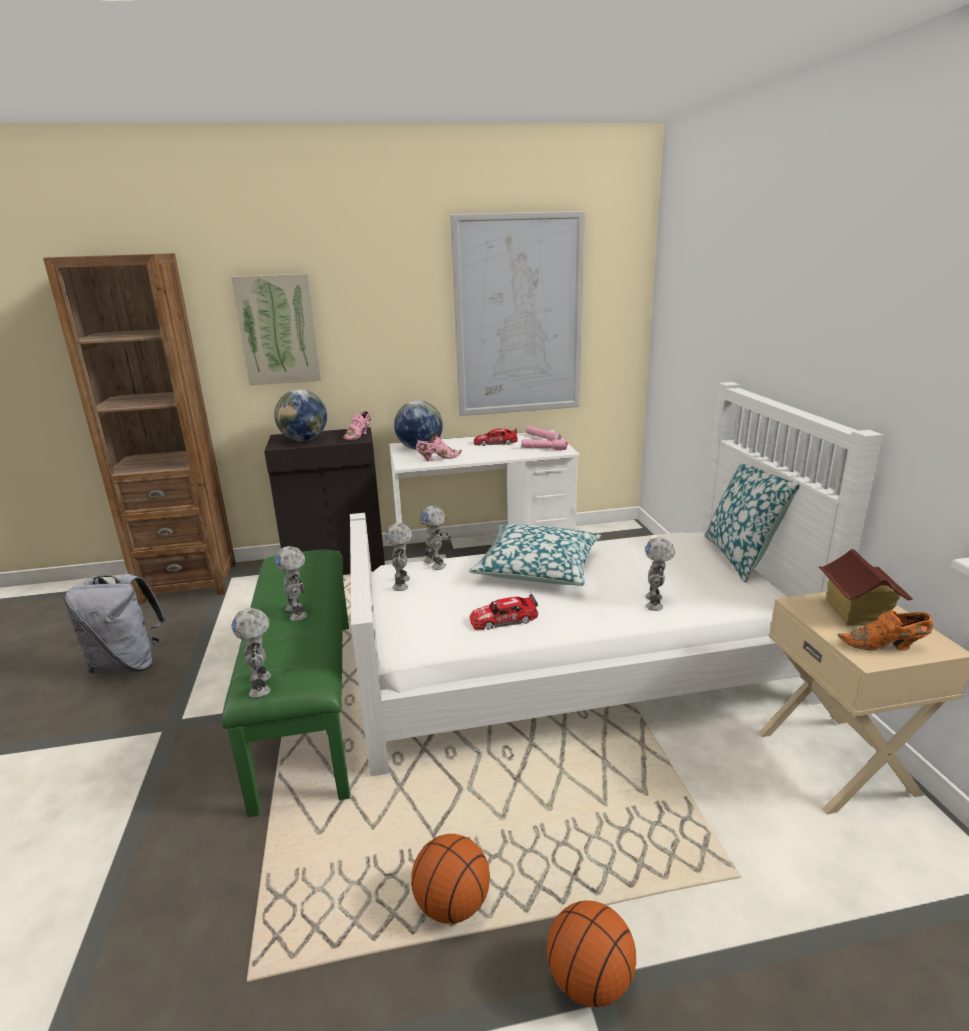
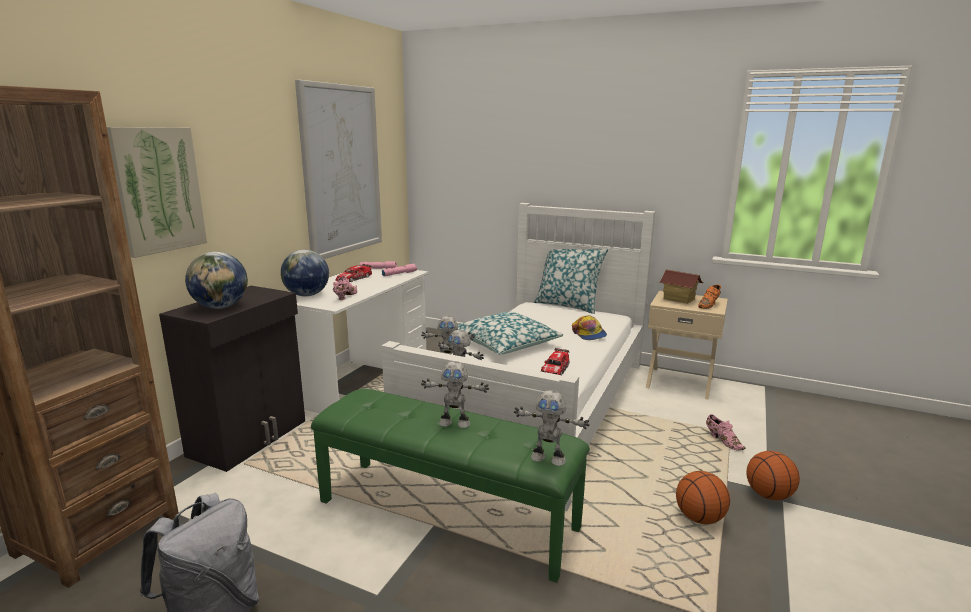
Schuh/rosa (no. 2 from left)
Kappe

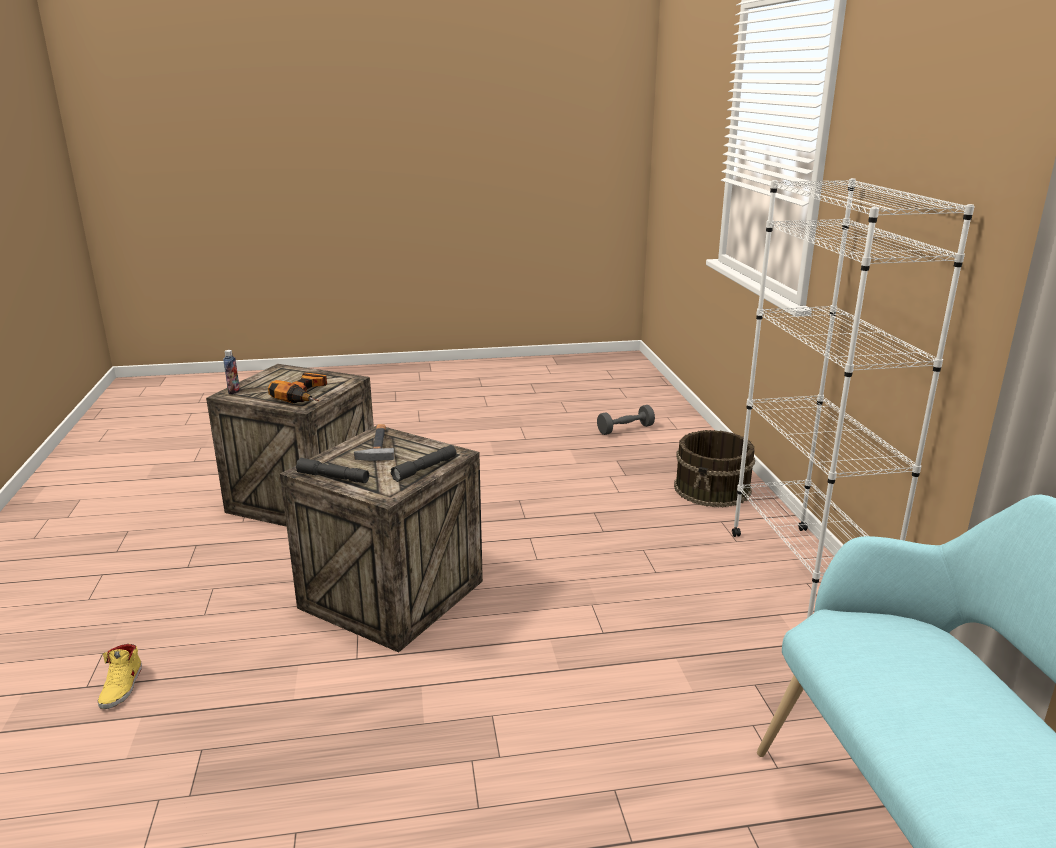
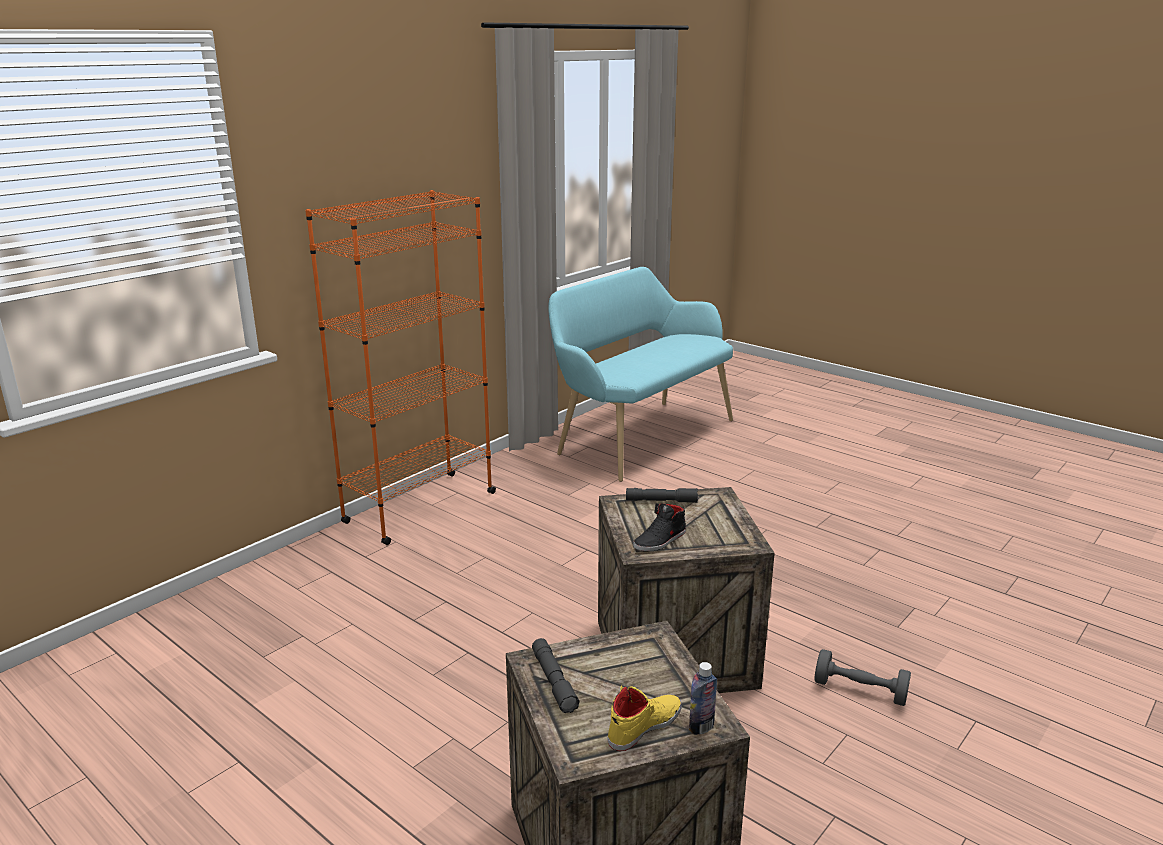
Bücherregal/orange
Bohrmaschine
Hantel/grau
Schuh/schwarz
Eimer/braun
Taschenlampe/grau (no. 1 from left)
Schuh/gelb

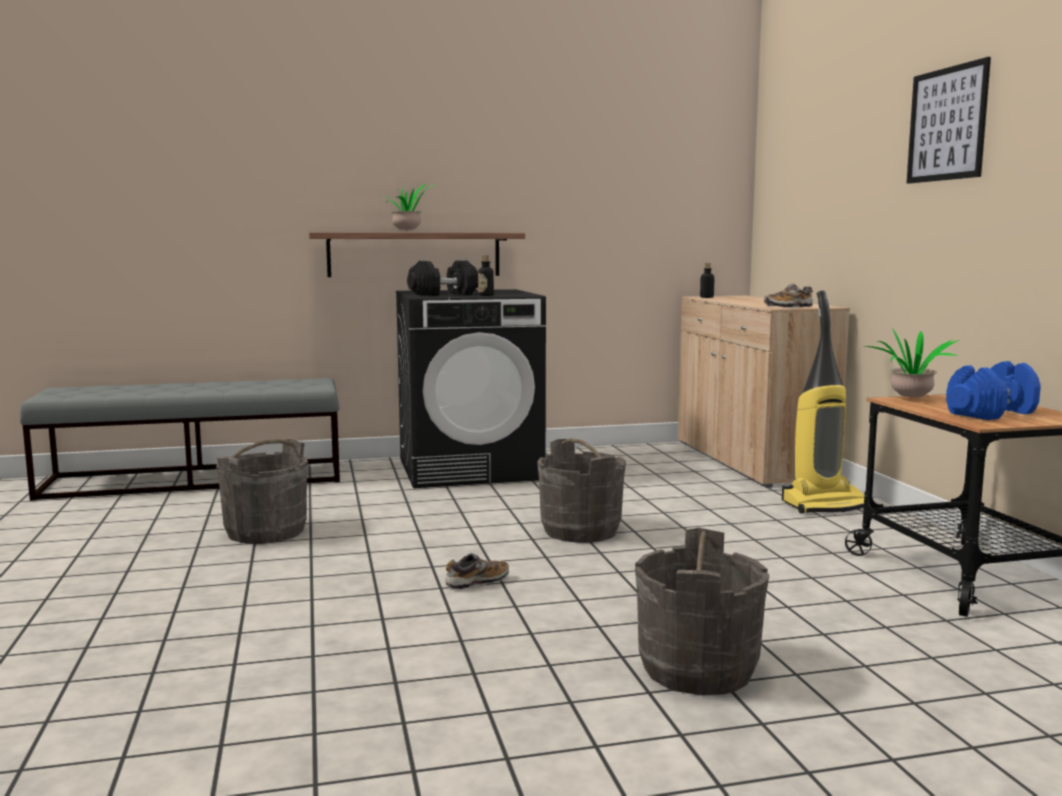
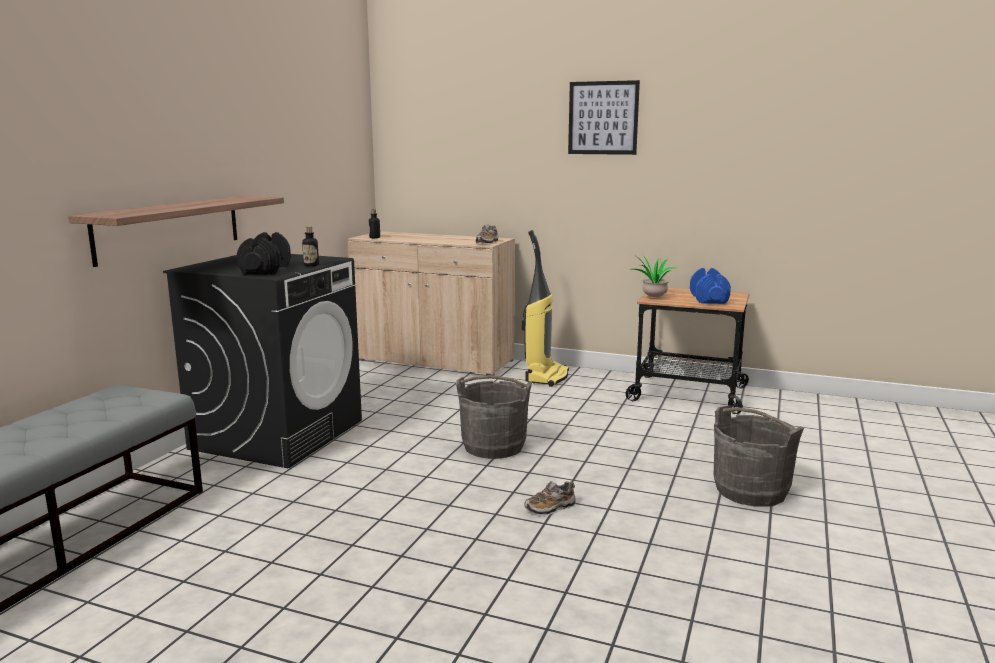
Topfpflanze (no. 1 from left in the first image)
Eimer/grau (no. 1 from left in the first image)
Schuh (no. 2 from left)

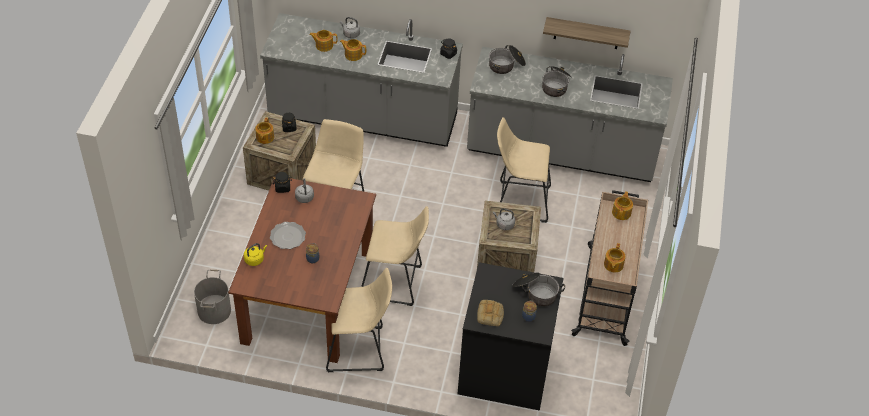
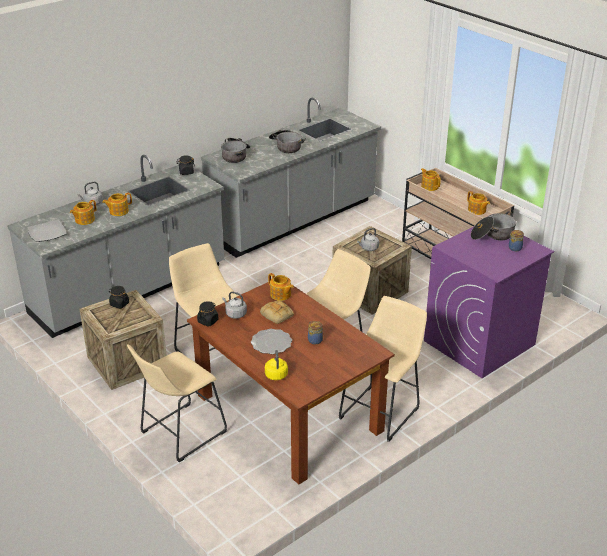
Wandregal
Teekanne (no. 3 from left)
Hocker/beige (no. 1 from left)
Waschmaschine/lila
Eimer/grau
Brot
Teller (no. 1 from left)

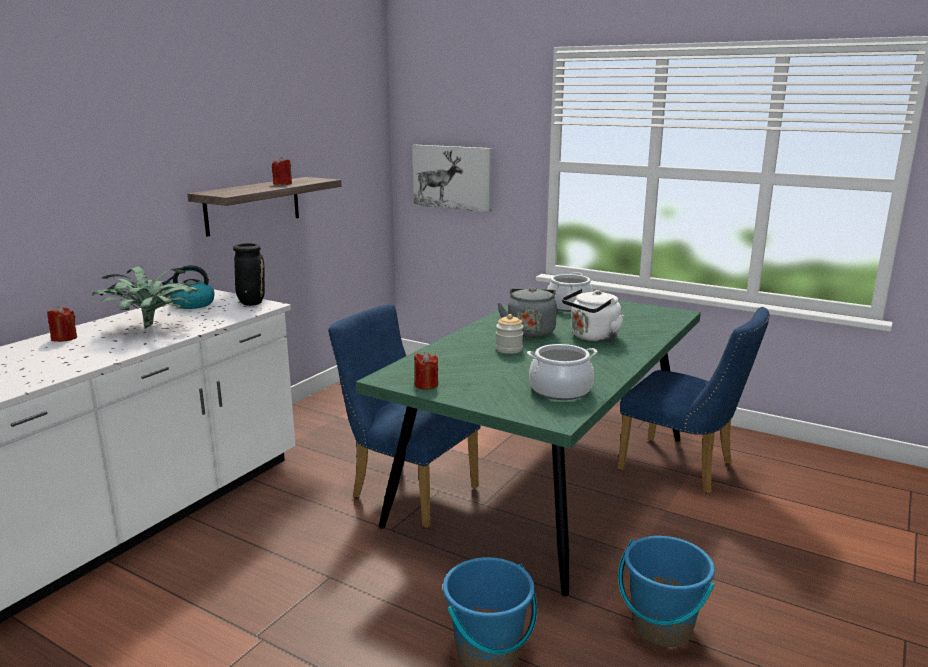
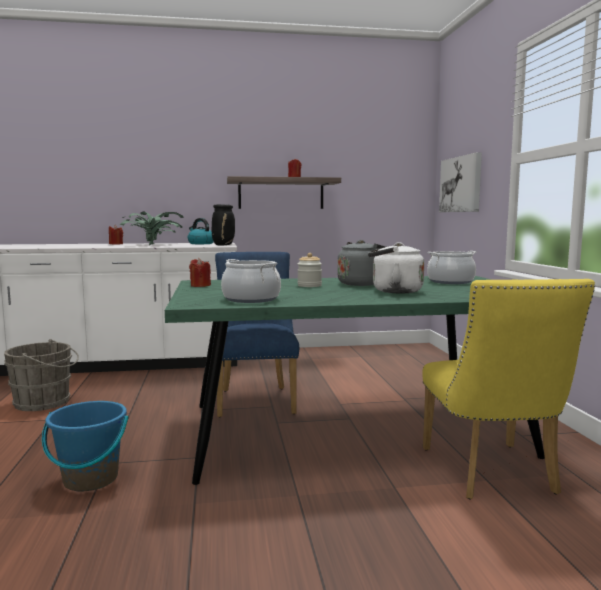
Stuhl/gelb
Eimer/blau (no. 2 from left in the first image)
Eimer/grau

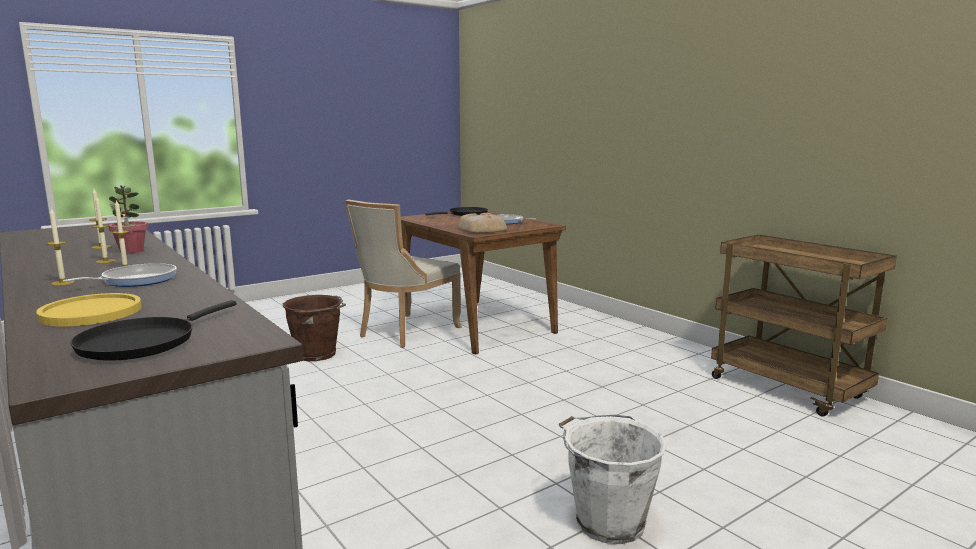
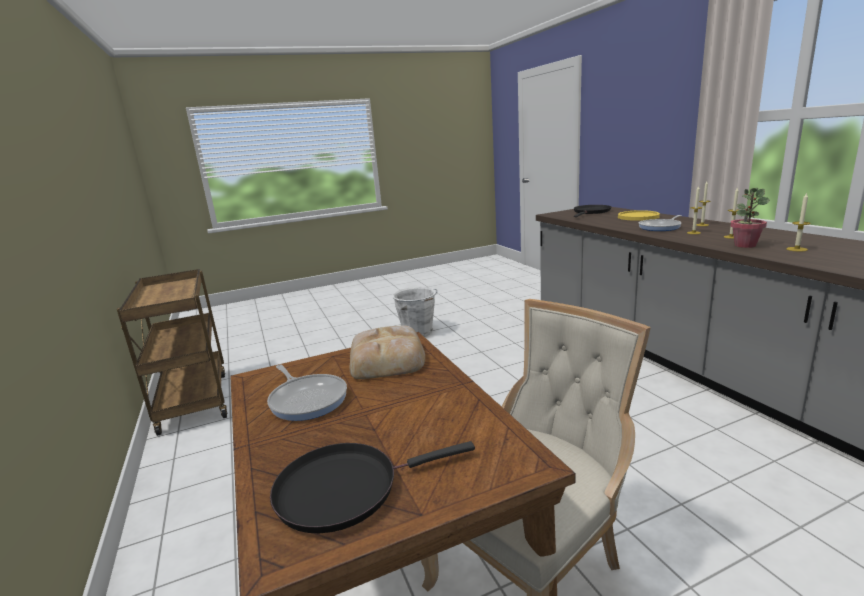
Eimer/braun

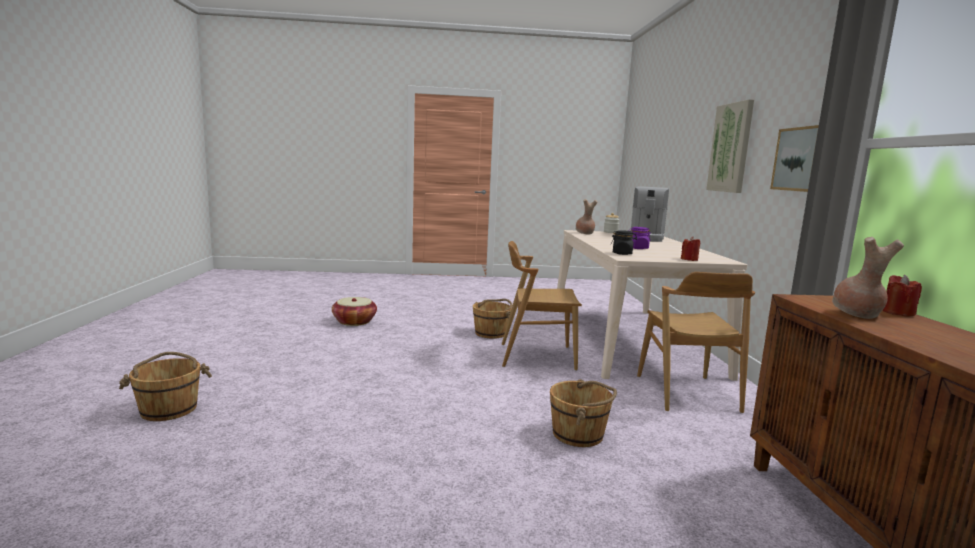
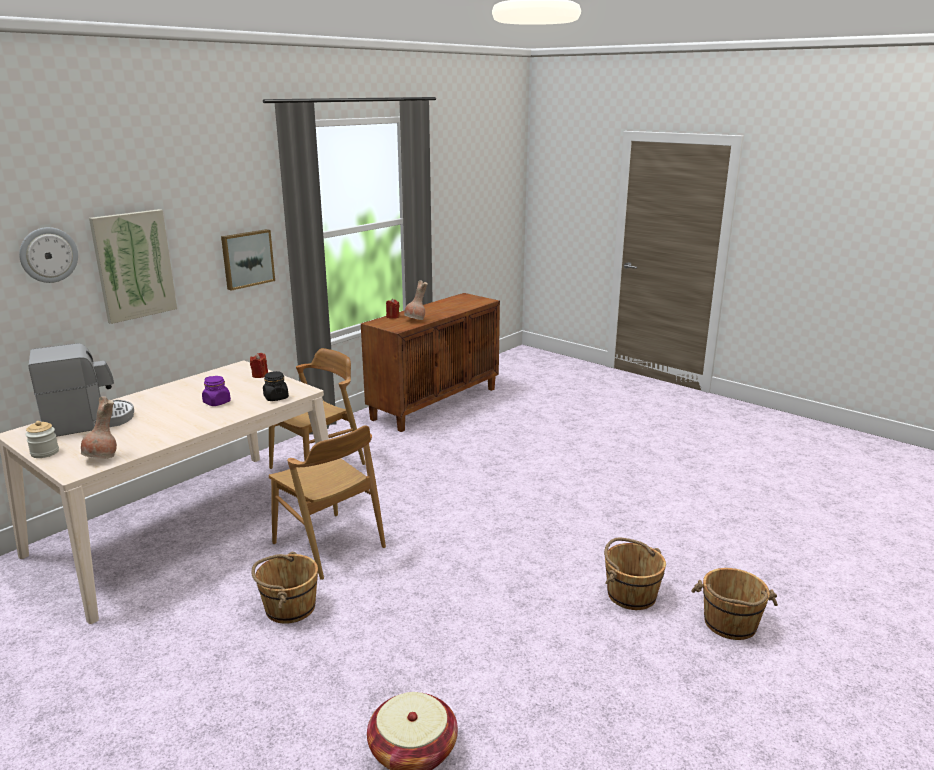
Eimer/braun (no. 2 from left)
Wanduhr

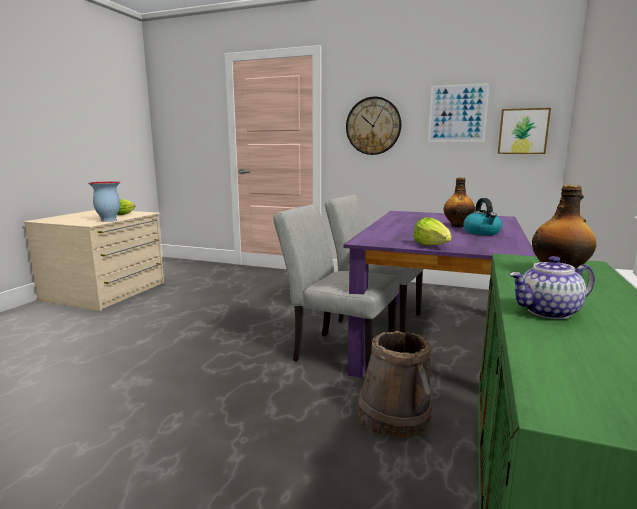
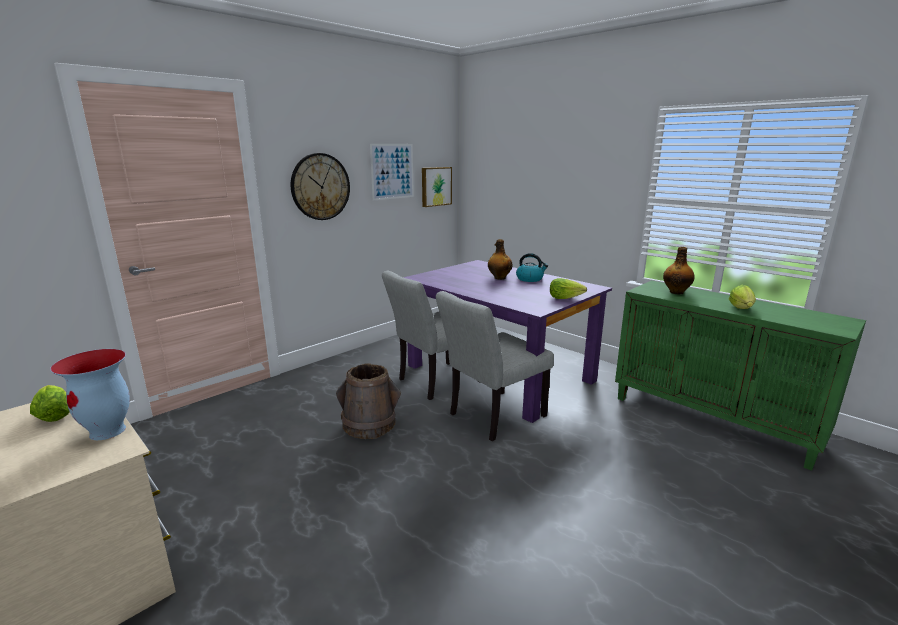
Salatkopf (no. 3 from left)
Eimer/braun

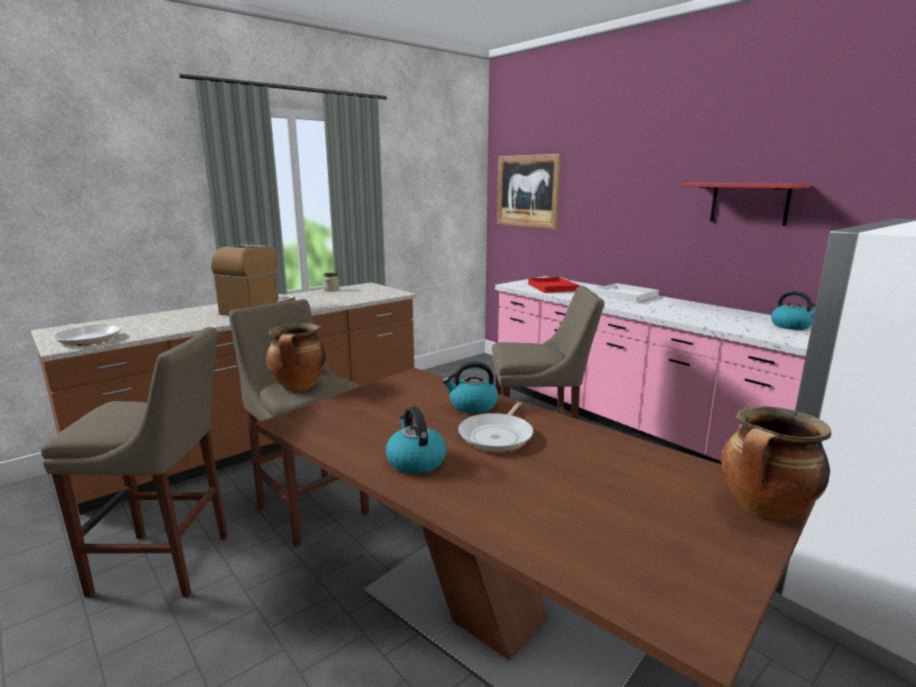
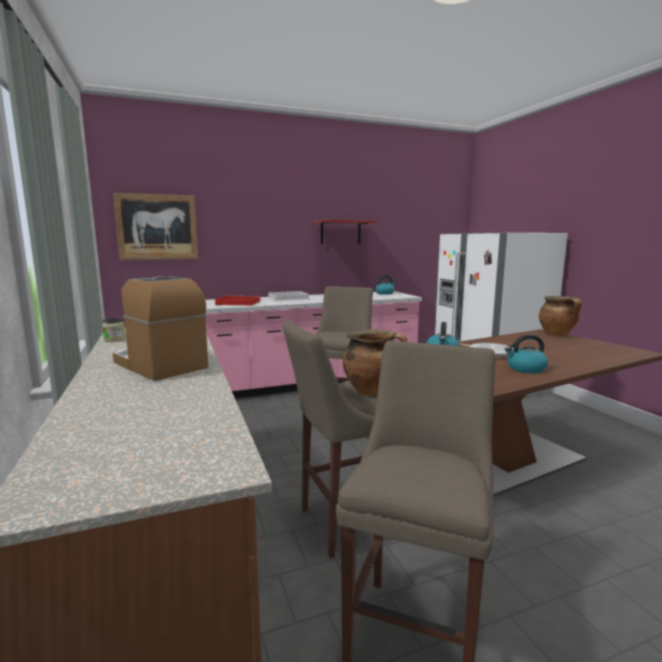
Pfanne (no. 1 from left in the first image)

